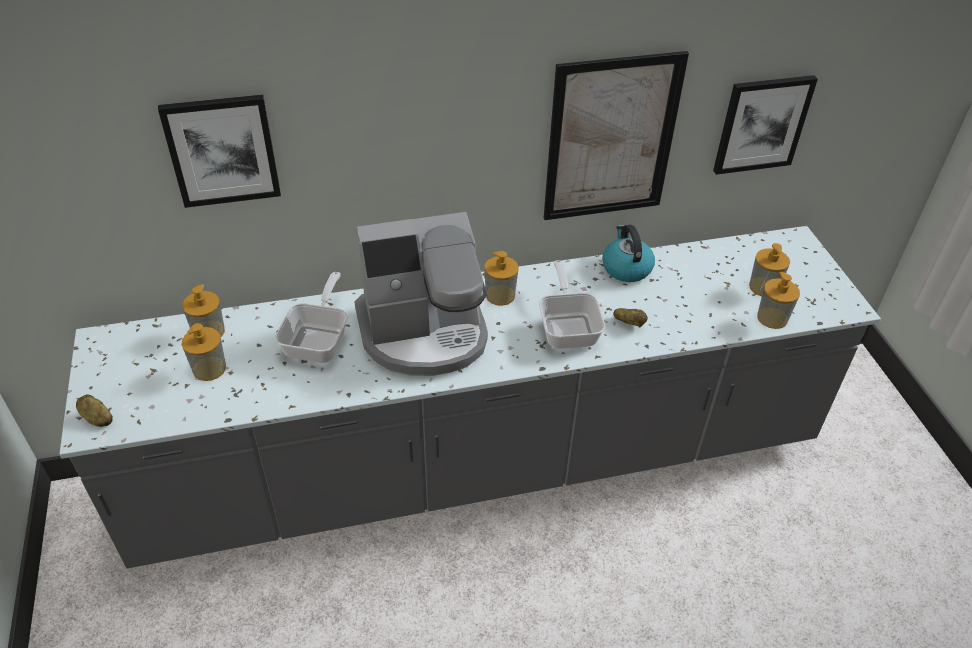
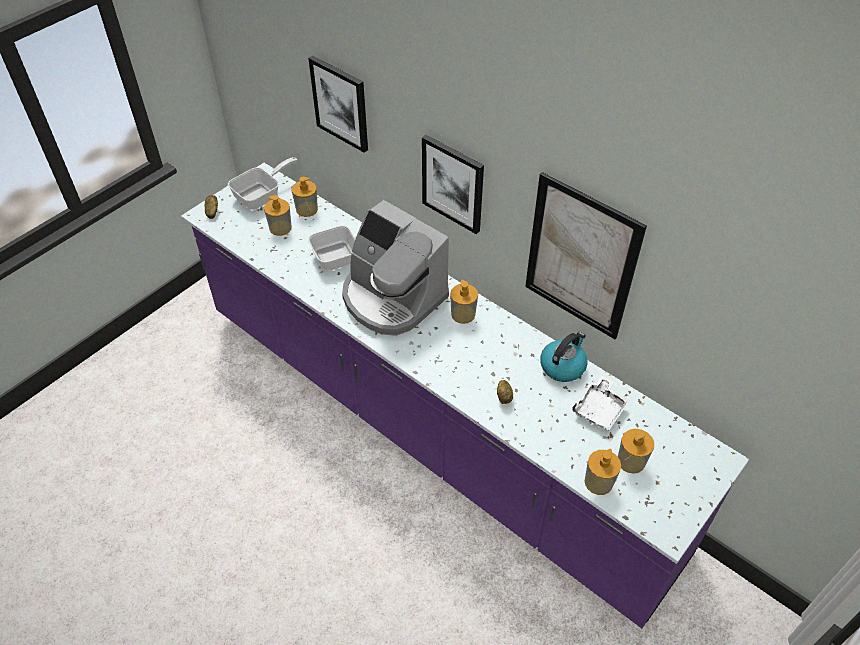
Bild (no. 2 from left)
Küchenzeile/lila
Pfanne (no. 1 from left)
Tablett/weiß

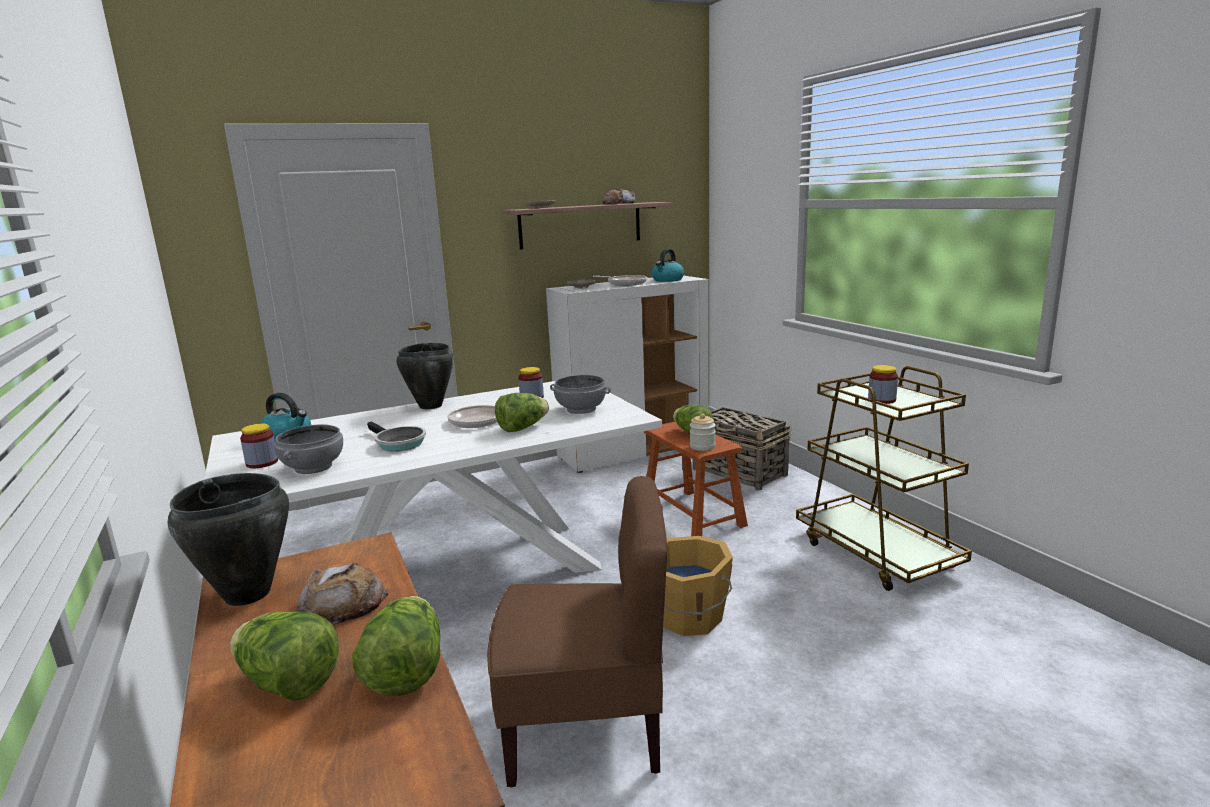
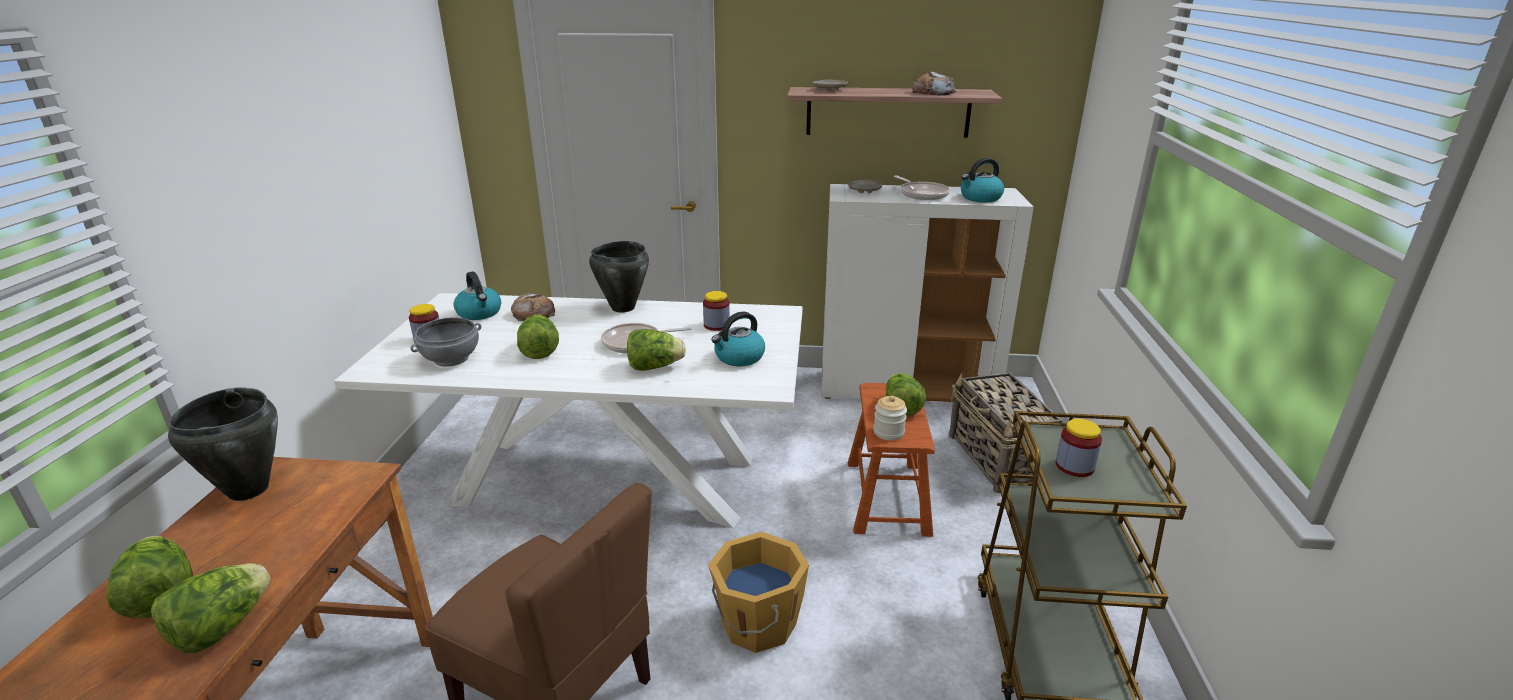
Wasserkessel (no. 2 from left)
Salatkopf (no. 3 from left)
Brot (no. 1 from left)

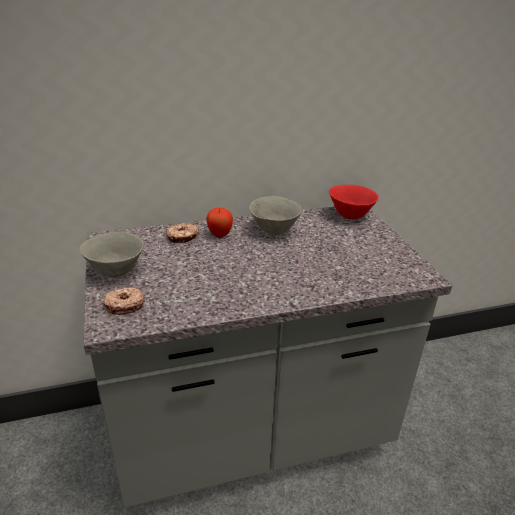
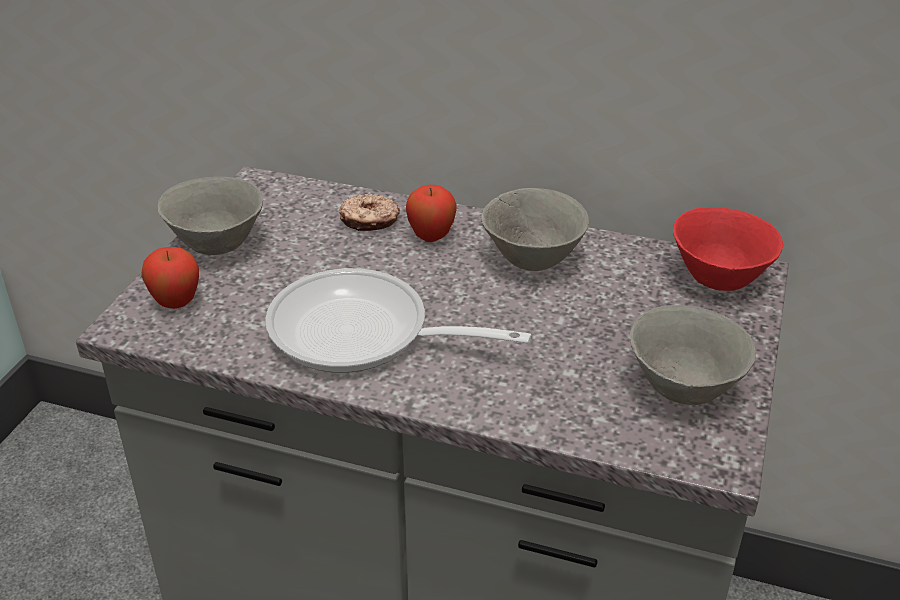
Apfel (no. 1 from left)
Pfanne
Schüssel/grau (no. 3 from left)

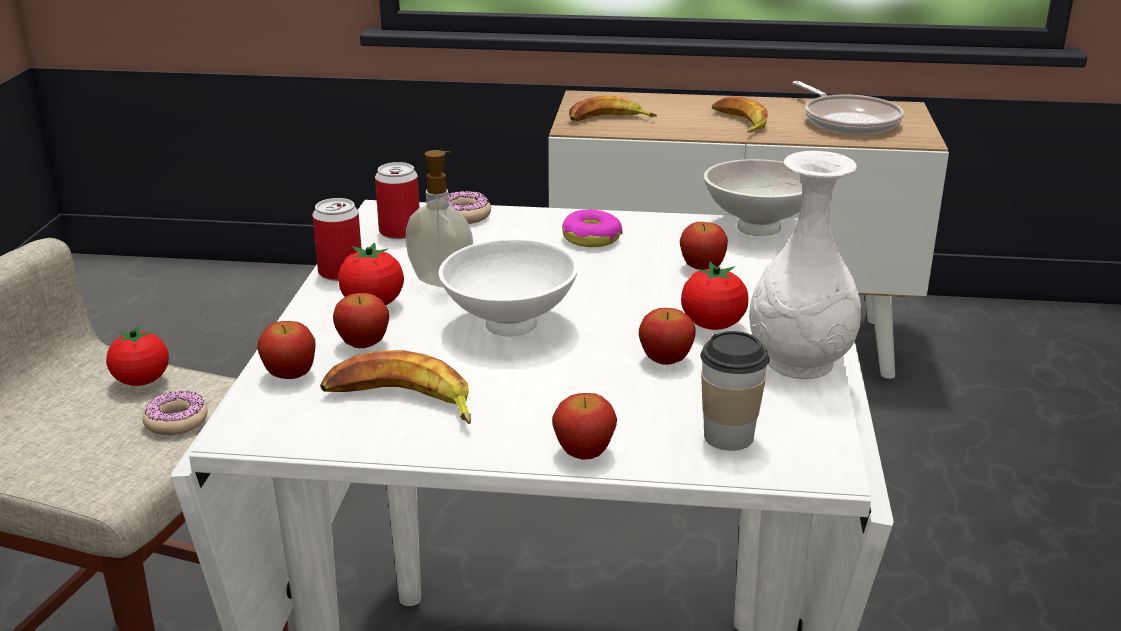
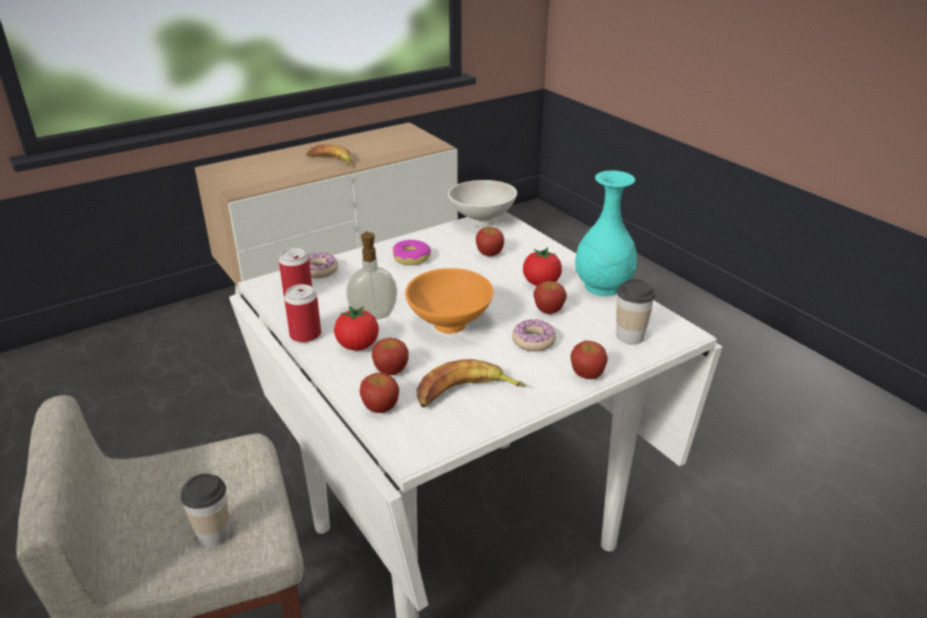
Pfanne
Banane (no. 2 from left in the first image)
Vase/türkis
Schüssel/orange
Tomate (no. 1 from left in the first image)
Donut (no. 3 from left)
Tasse (no. 1 from left)

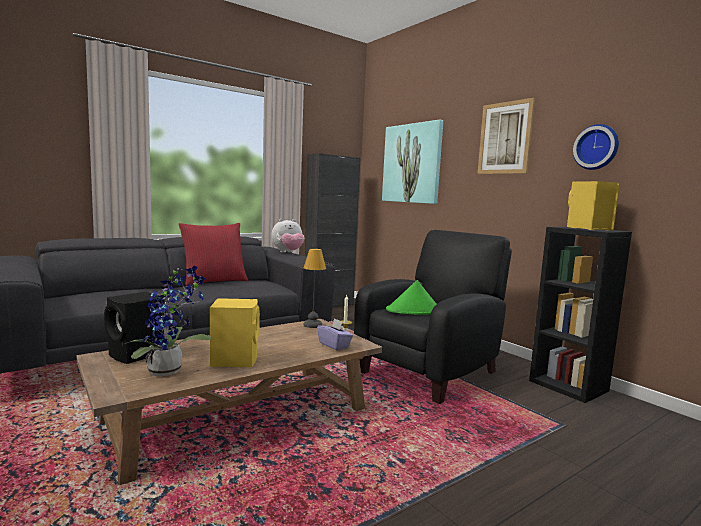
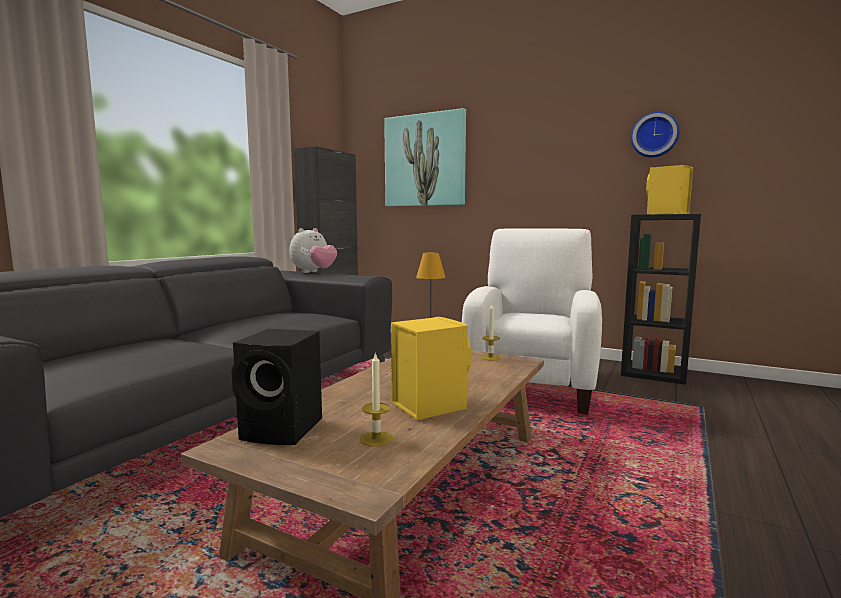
Bild (no. 2 from left in the first image)
Kissen/rot
Sessel/weiß
Kerze (no. 1 from left)
Hut/grün
Taschentuchbox/lila

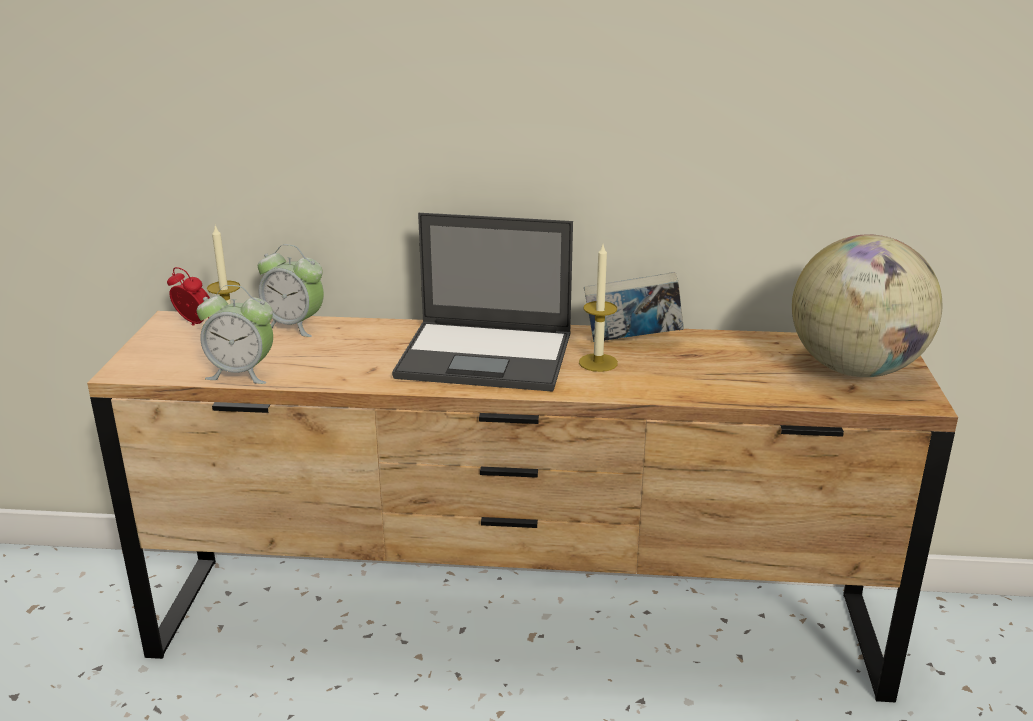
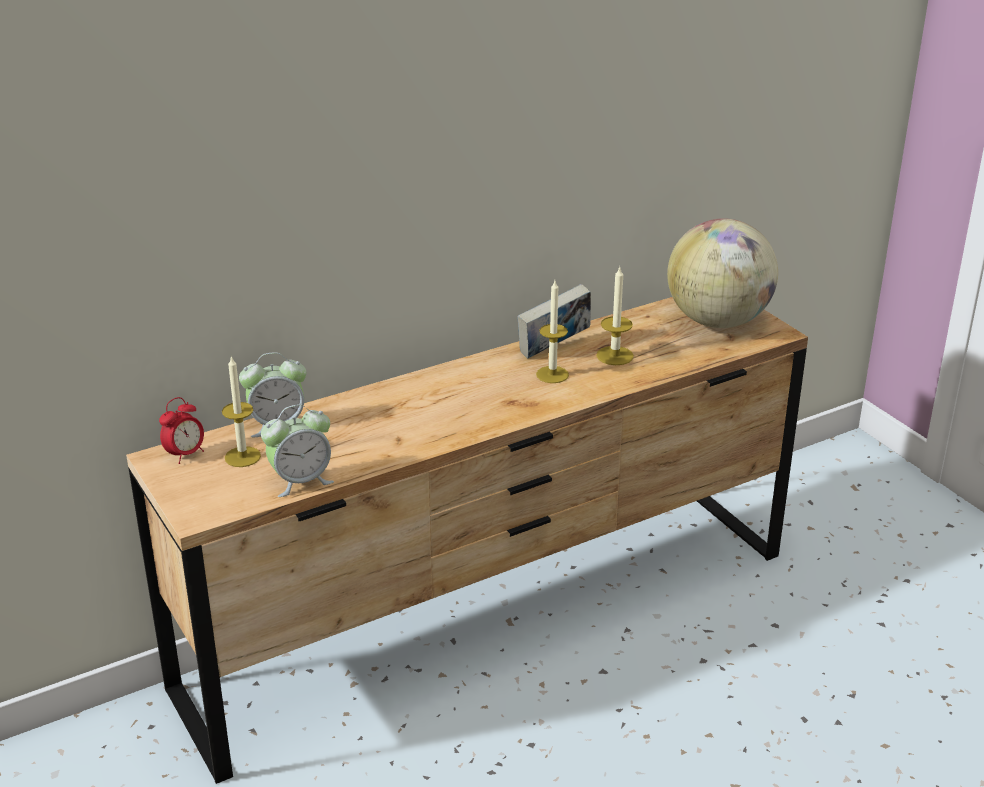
Laptop
Wecker (no. 1 from left)
Kerze (no. 3 from left)

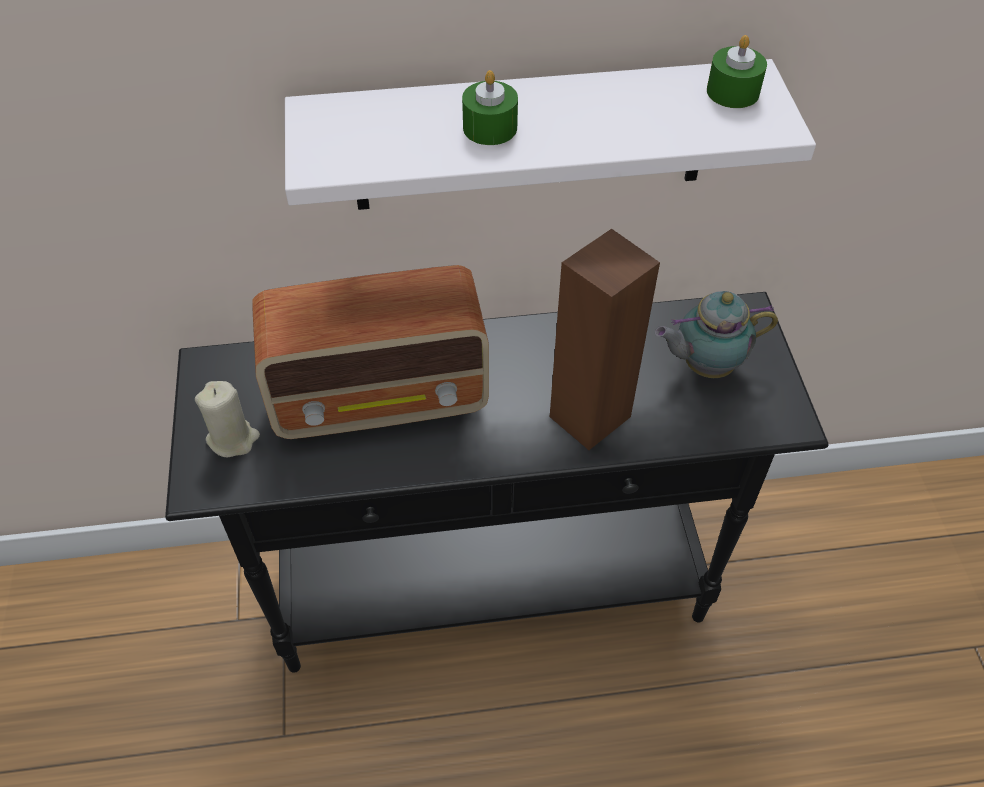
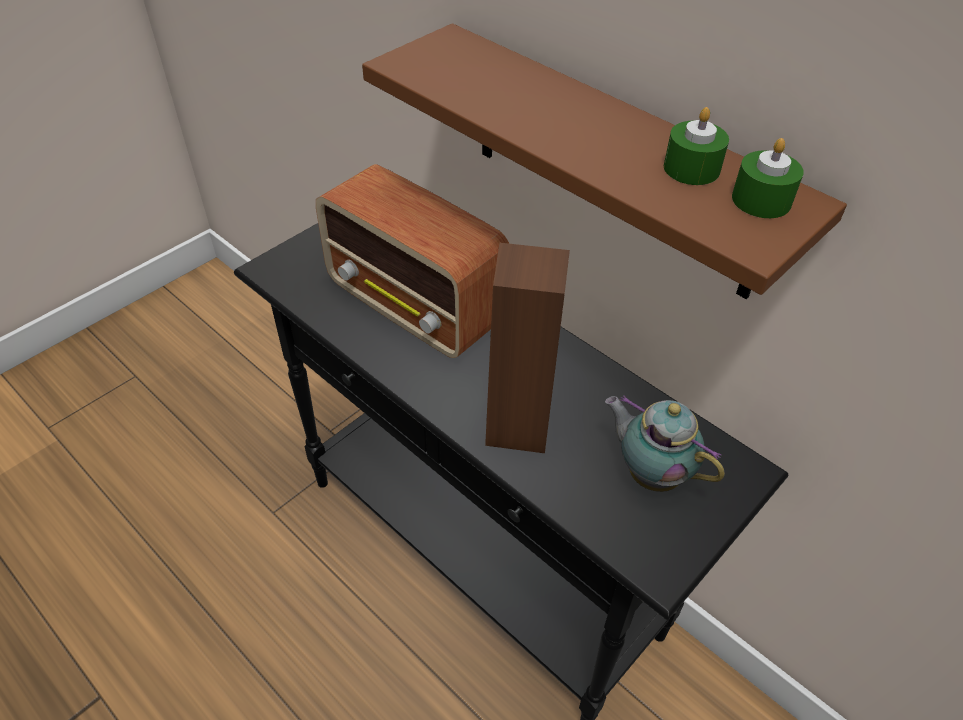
Wandregal/braun
Kerze/grün (no. 1 from left)
Kerze/beige

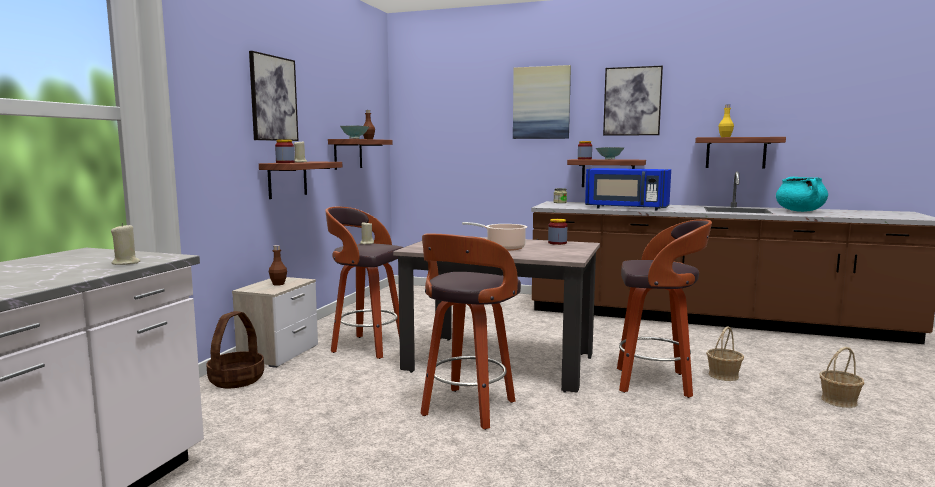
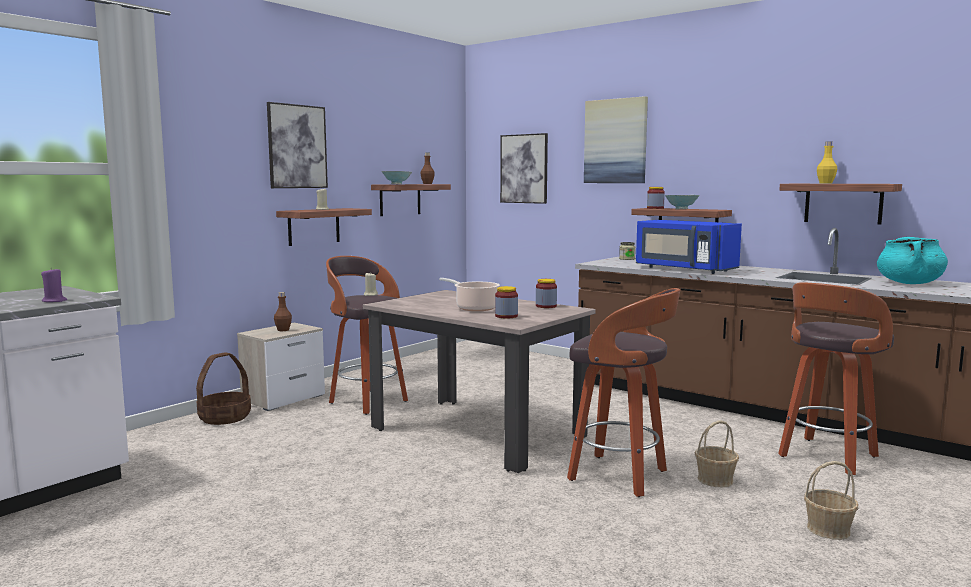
Bild (no. 2 from left)
Vorratsglas (no. 1 from left)
Kerze/lila
Hocker (no. 3 from left)

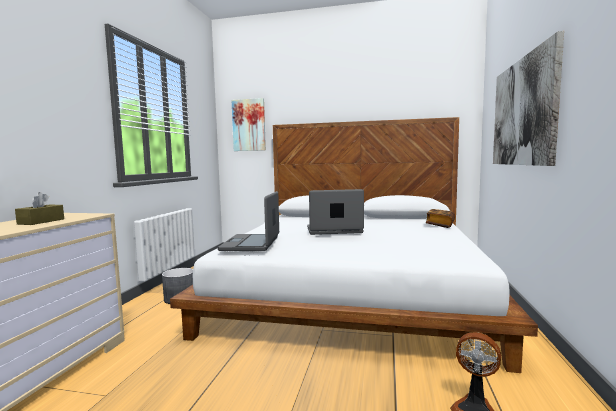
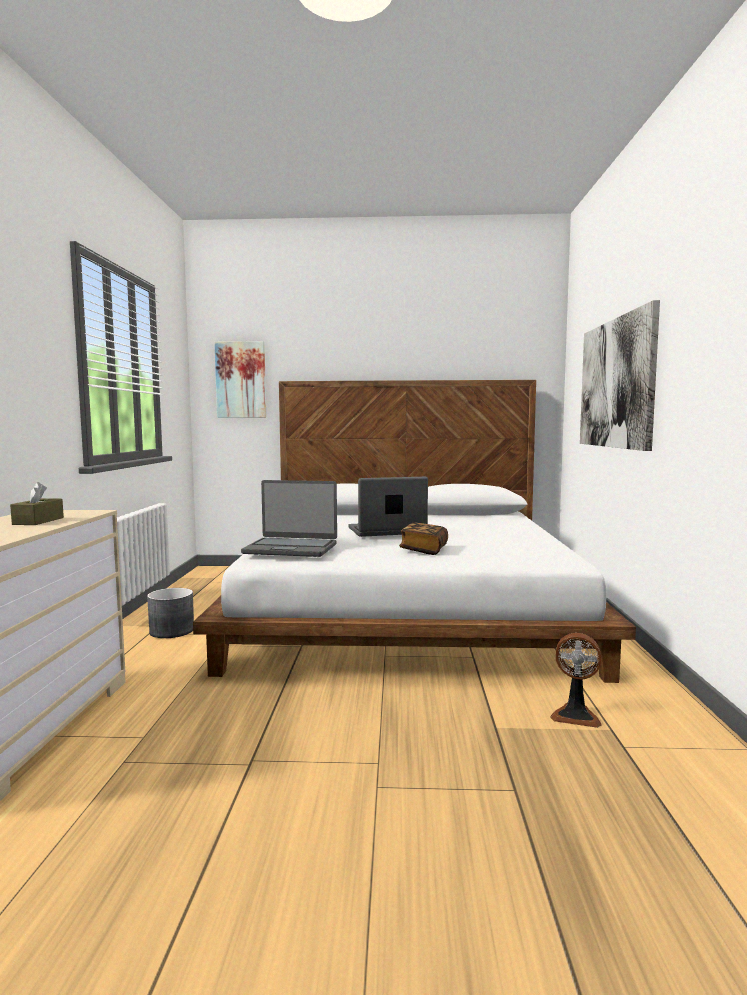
Laptop (no. 1 from left)
Buch

